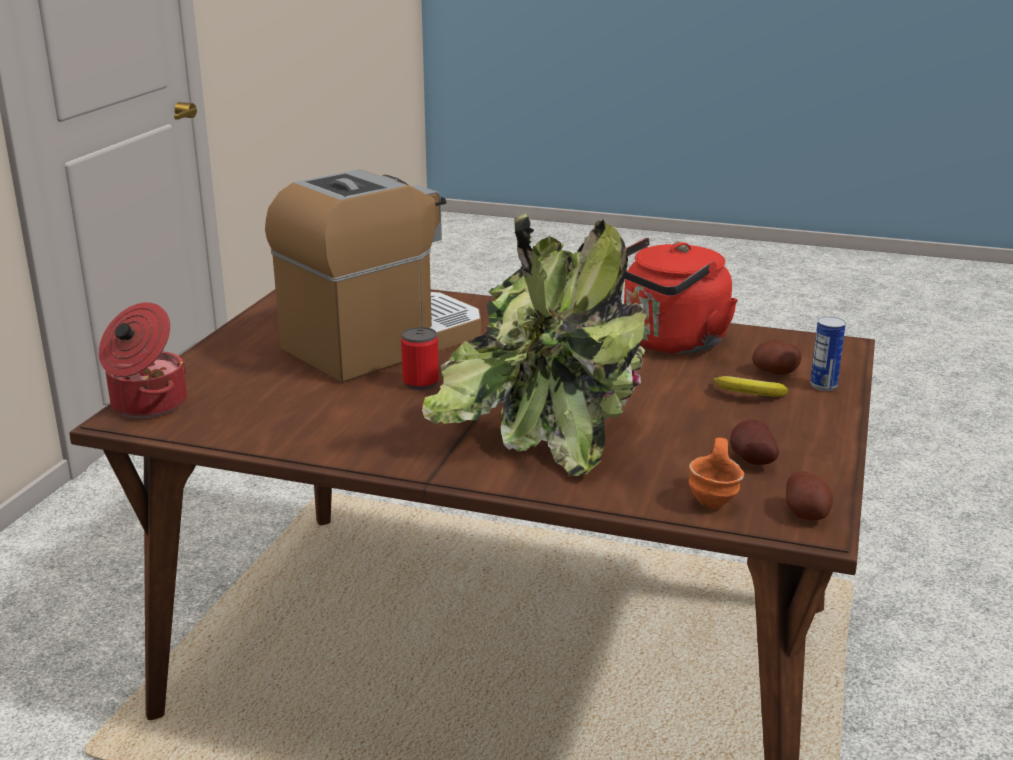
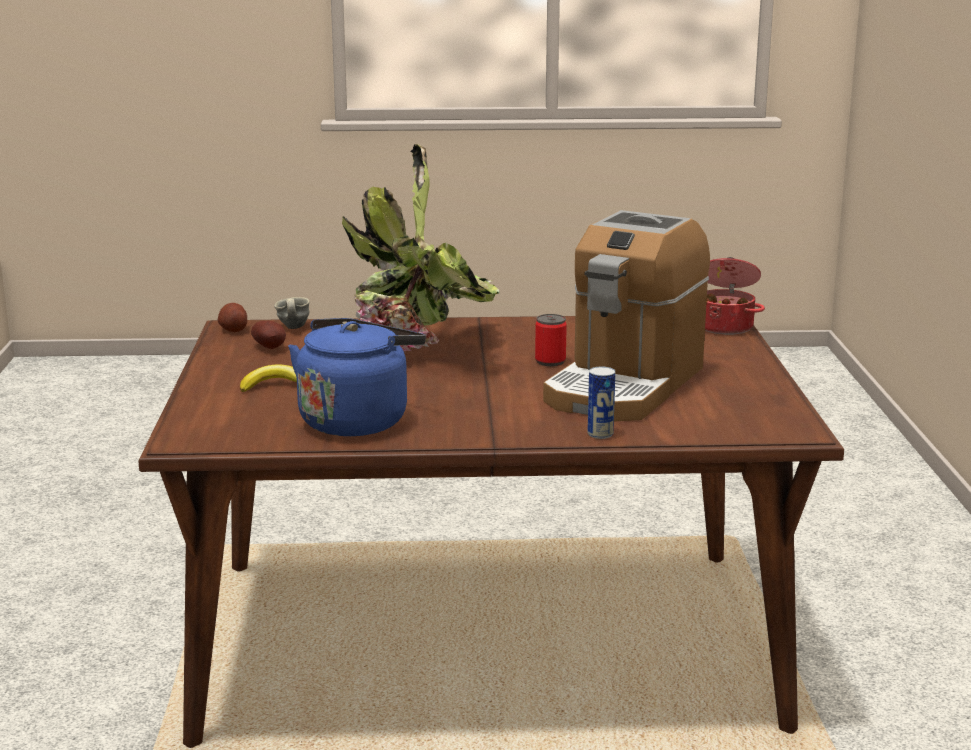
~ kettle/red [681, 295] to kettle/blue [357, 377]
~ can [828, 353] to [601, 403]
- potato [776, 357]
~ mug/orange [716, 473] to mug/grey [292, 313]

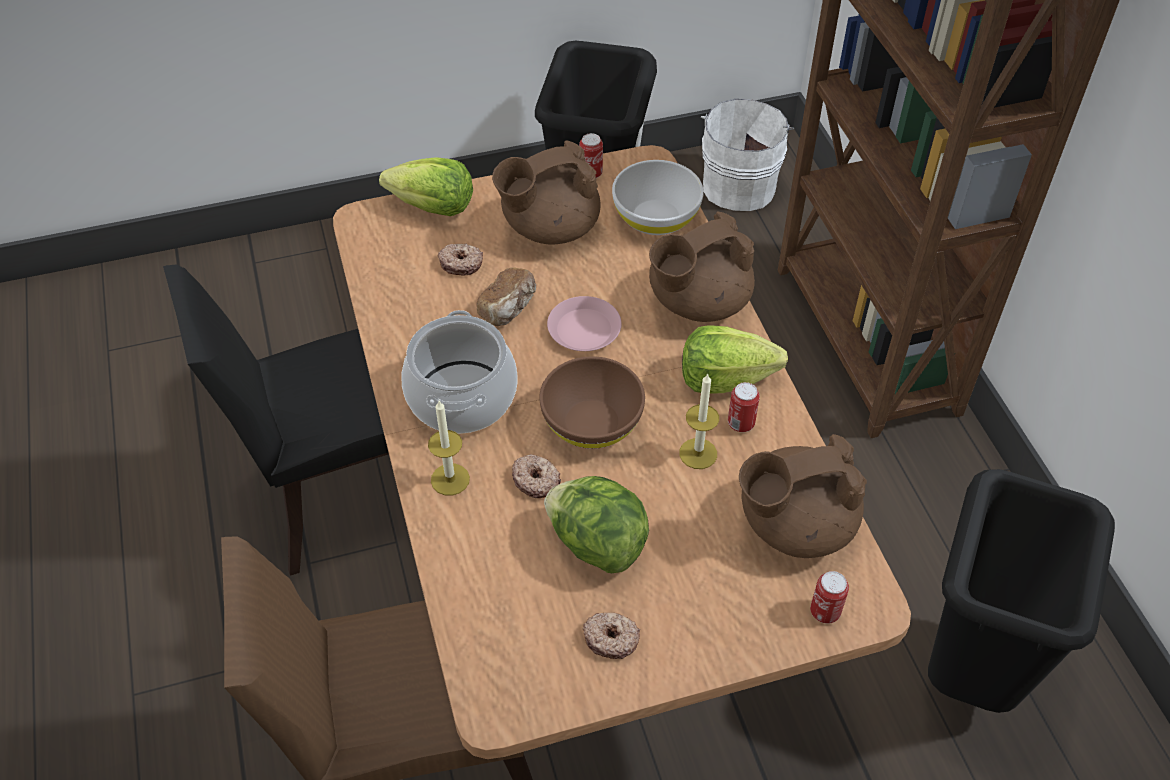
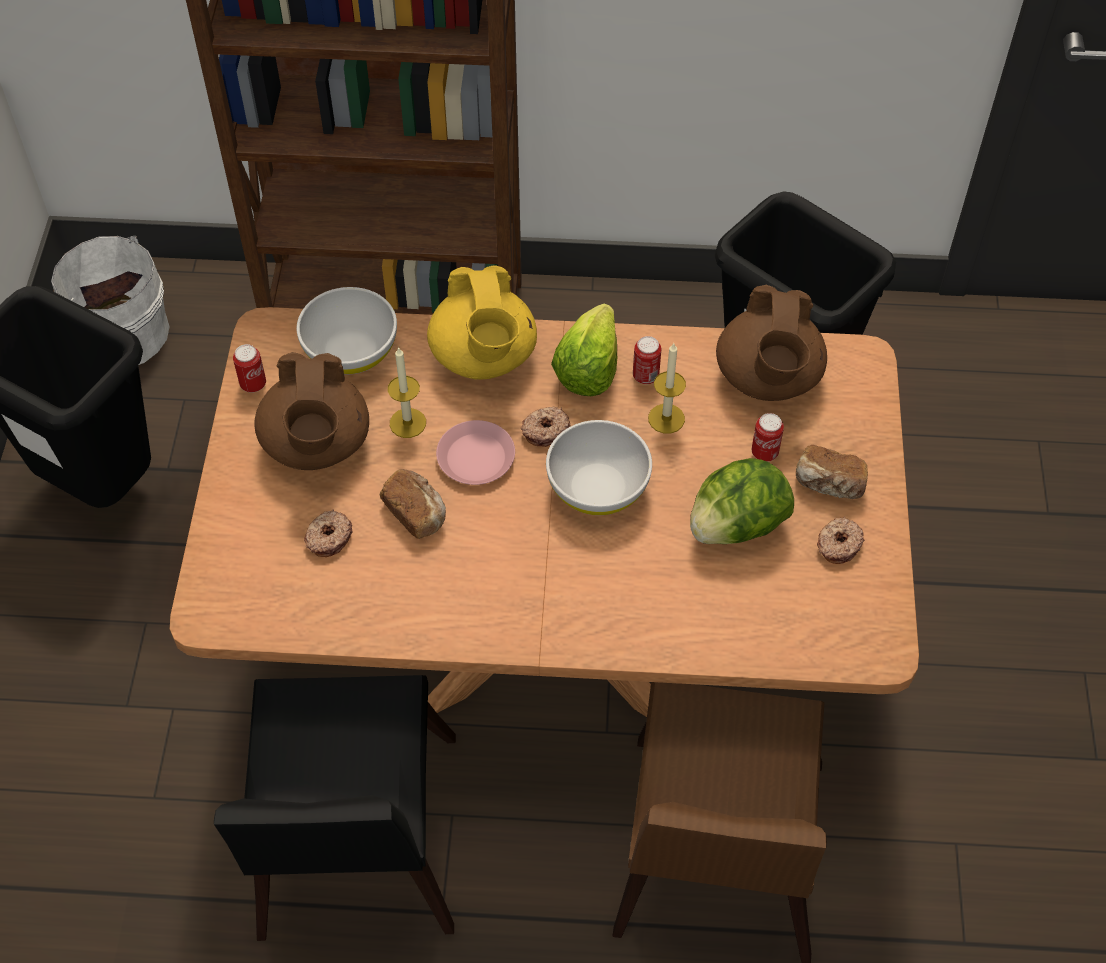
- lettuce [426, 186]
~ teapot/brown [702, 267] to teapot/yellow [482, 322]
- cooking pot [459, 372]
~ bowl/brown [592, 402] to bowl/white [599, 467]
~ candle [449, 448] to [407, 392]
~ donut [536, 476] to [545, 426]
~ can [829, 597] to [768, 437]
+ bread [832, 472]

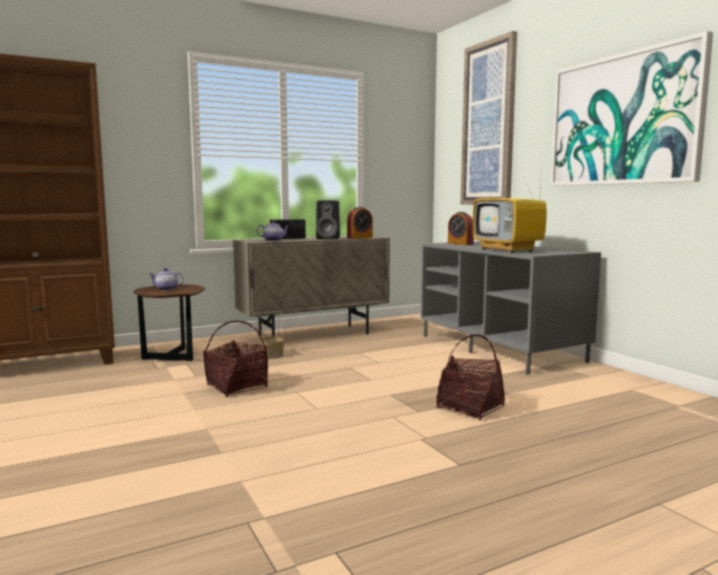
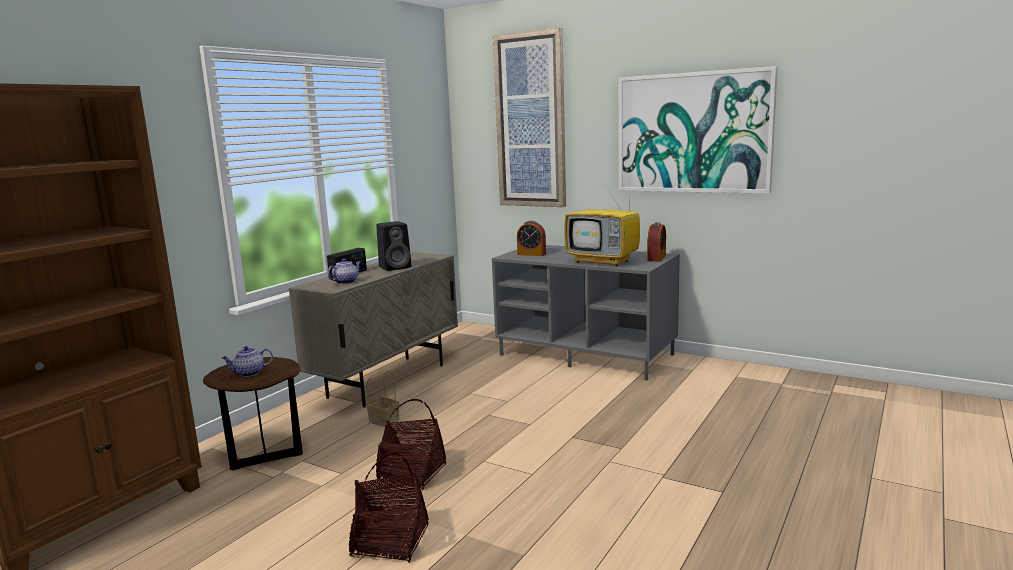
~ alarm clock [360, 223] to [656, 242]
~ basket [470, 377] to [388, 508]

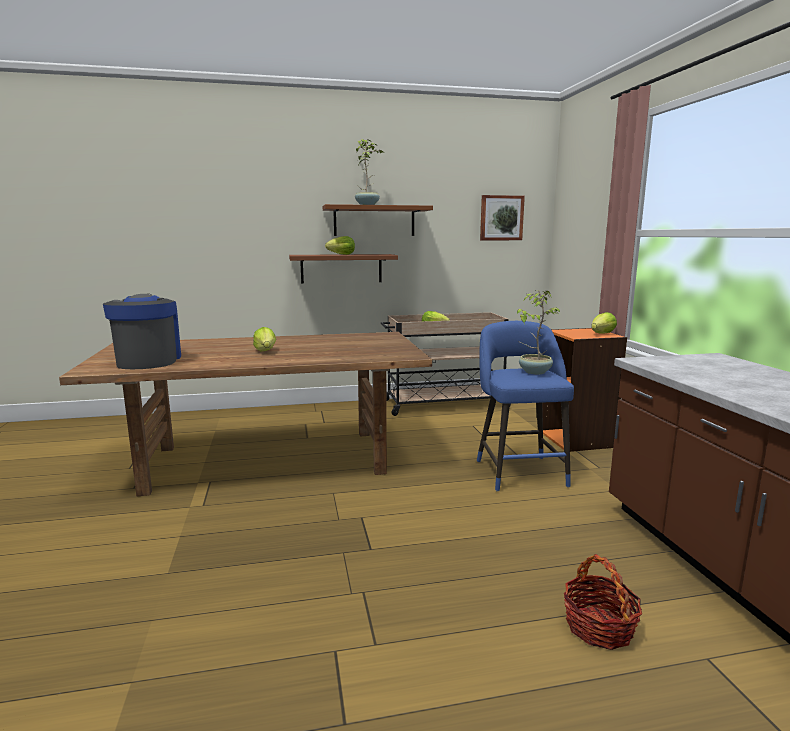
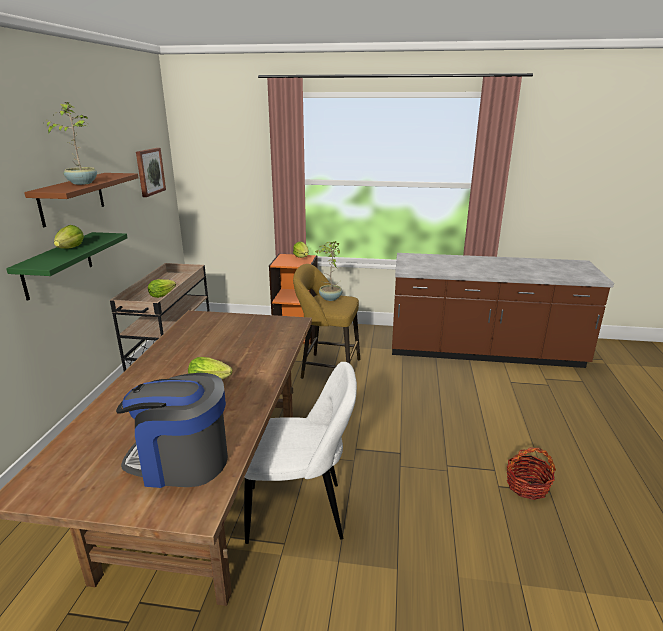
~ shelf/brown [343, 269] to shelf/green [66, 266]
~ stool/blue [525, 406] to stool/yellow [326, 321]
~ basket [603, 602] to [531, 473]
+ chair/white [300, 453]

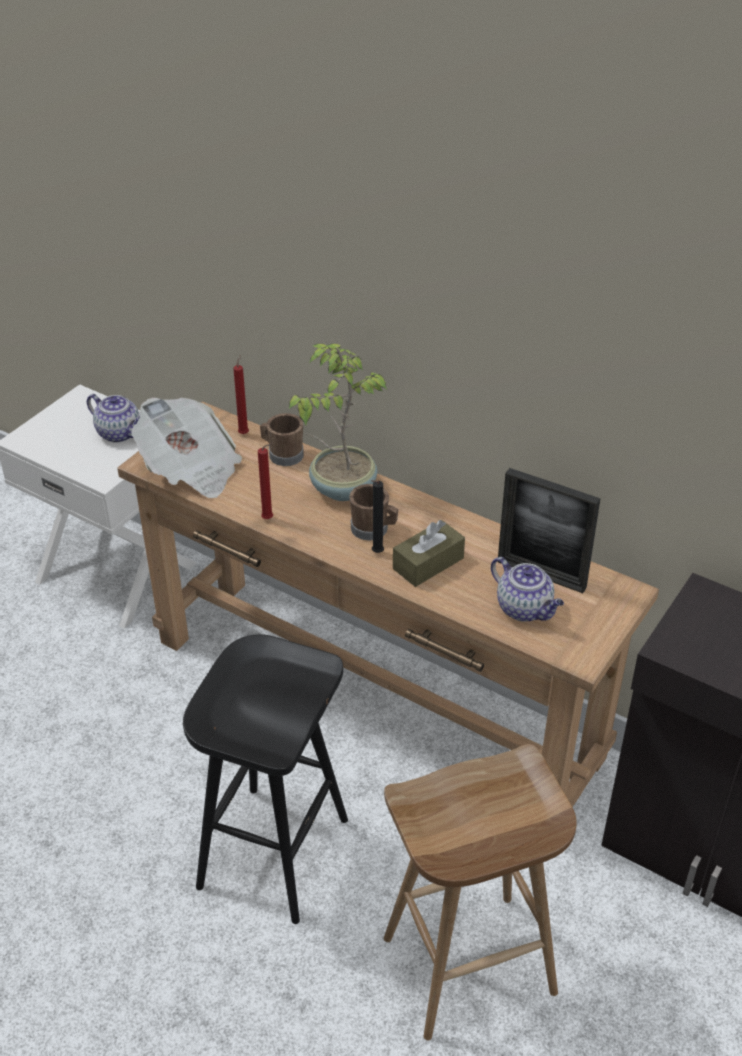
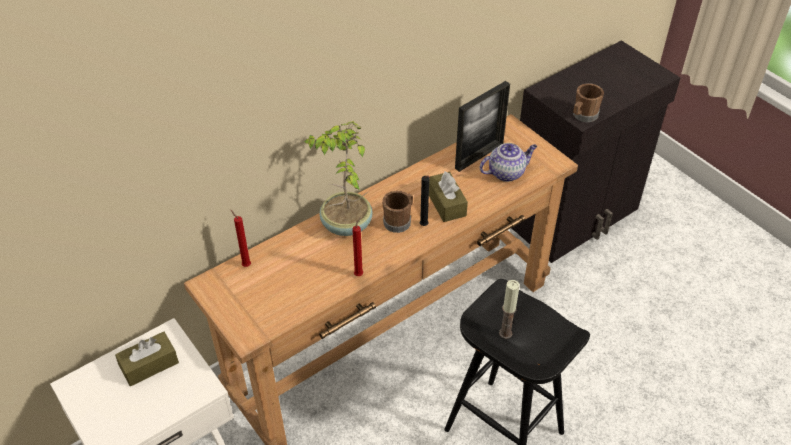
~ teapot [113, 418] to tissue box/brown [147, 359]
- newspaper [186, 447]
~ mug/brown [282, 439] to [588, 102]
- stool/brown [480, 892]
+ candle [509, 309]

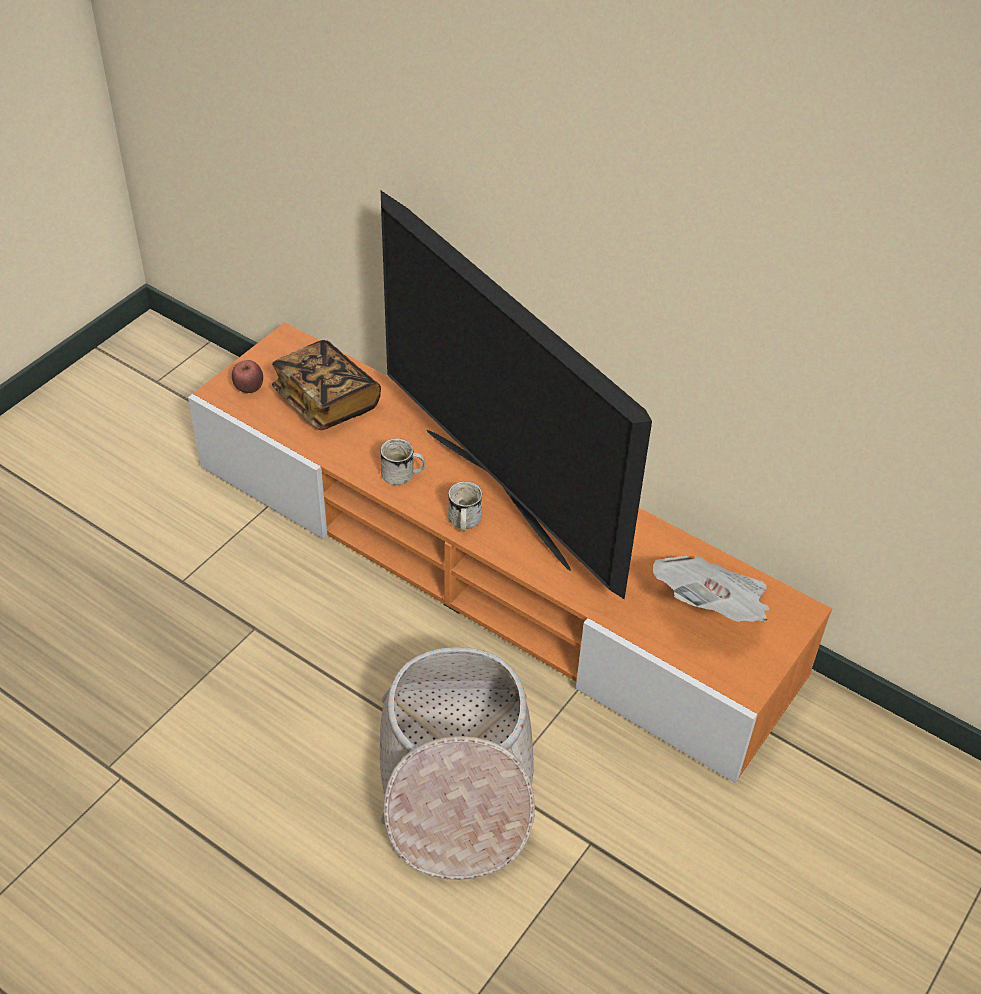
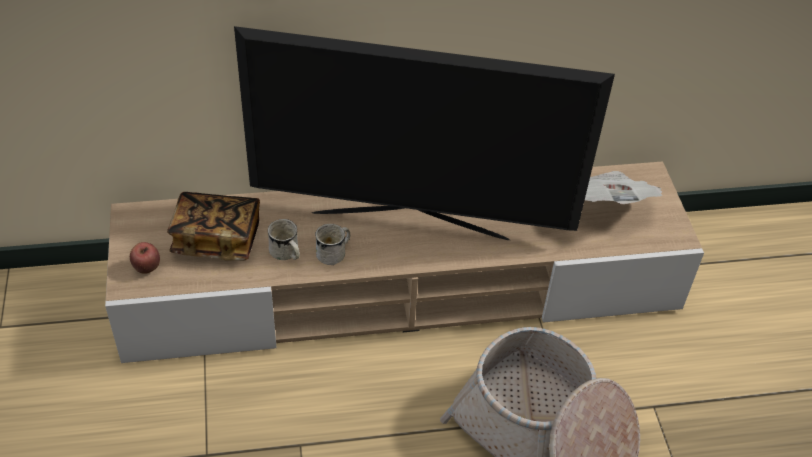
~ tv stand/orange [510, 552] to tv stand/beige [404, 262]
~ mug/white [465, 506] to [284, 239]

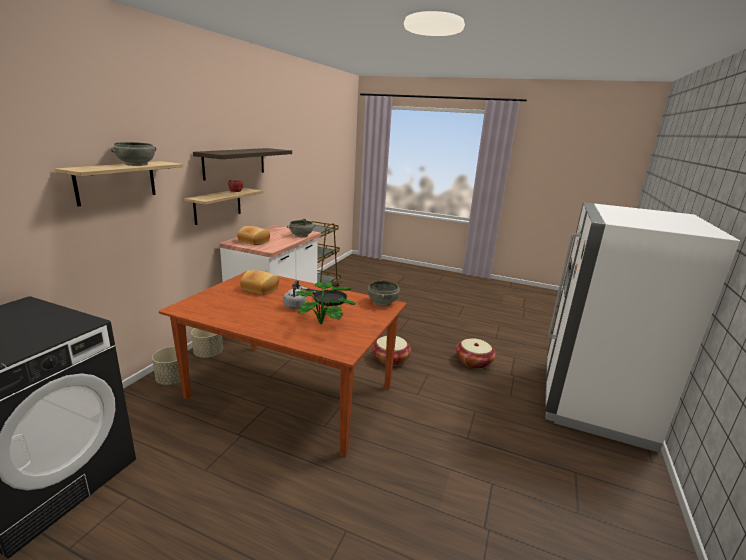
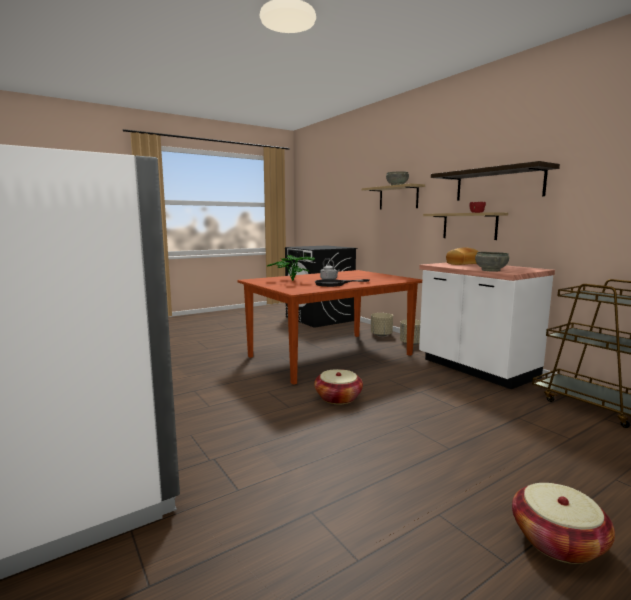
- bread [259, 282]
- bowl/grey [384, 294]
~ basket [476, 353] to [563, 523]

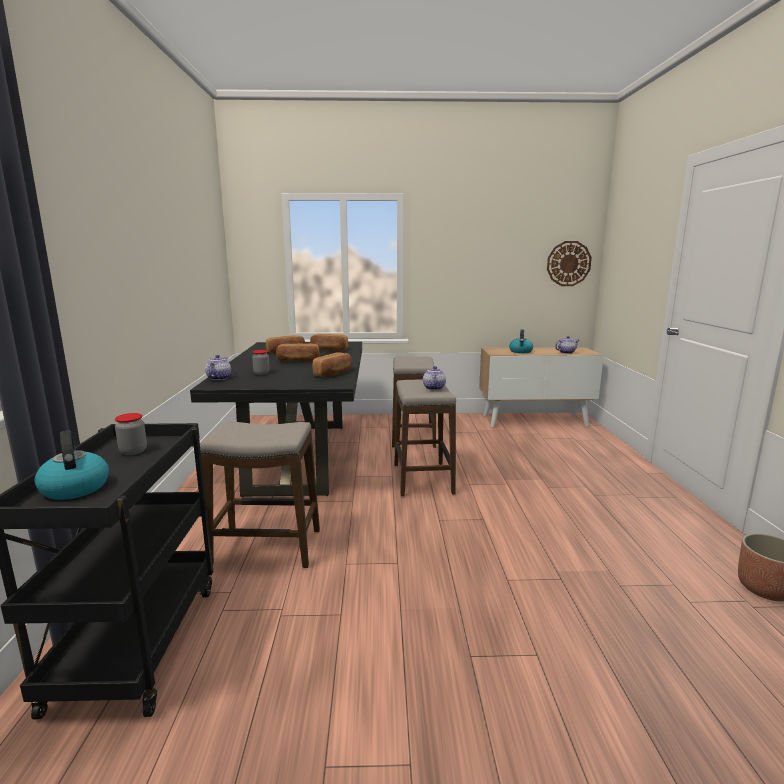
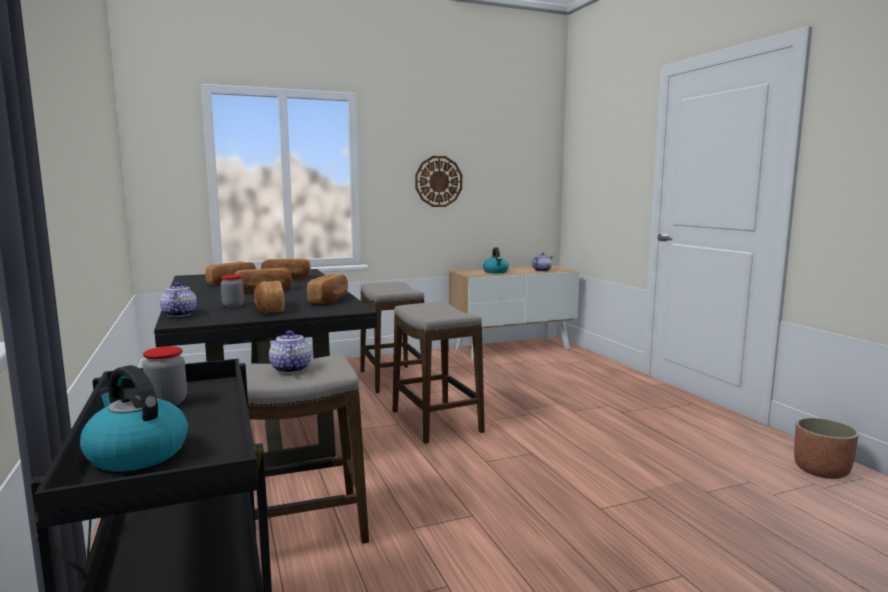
~ wall clock [569, 263] to [438, 181]
~ teapot [434, 378] to [290, 351]
+ bread [269, 297]

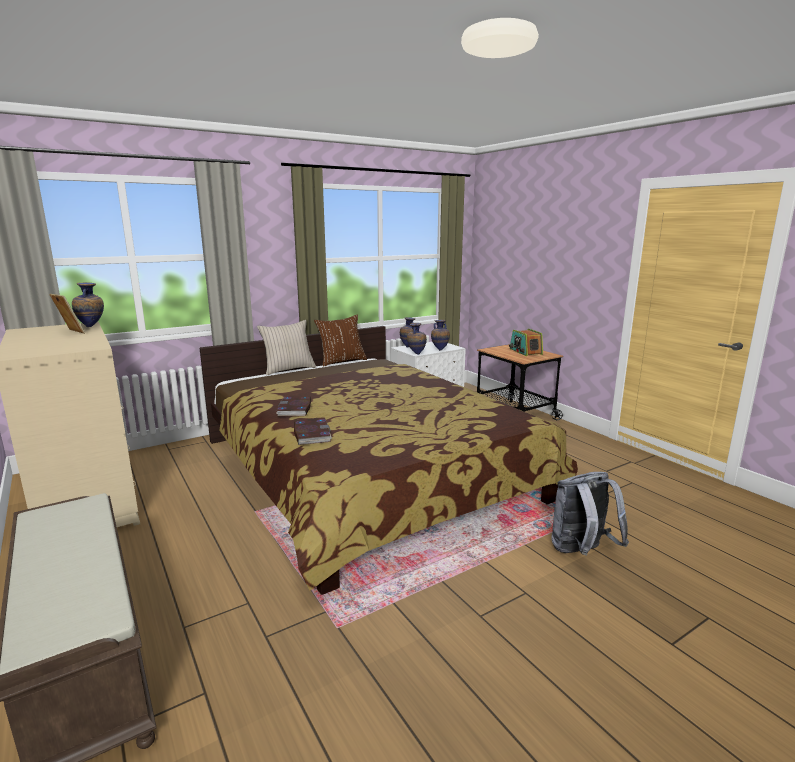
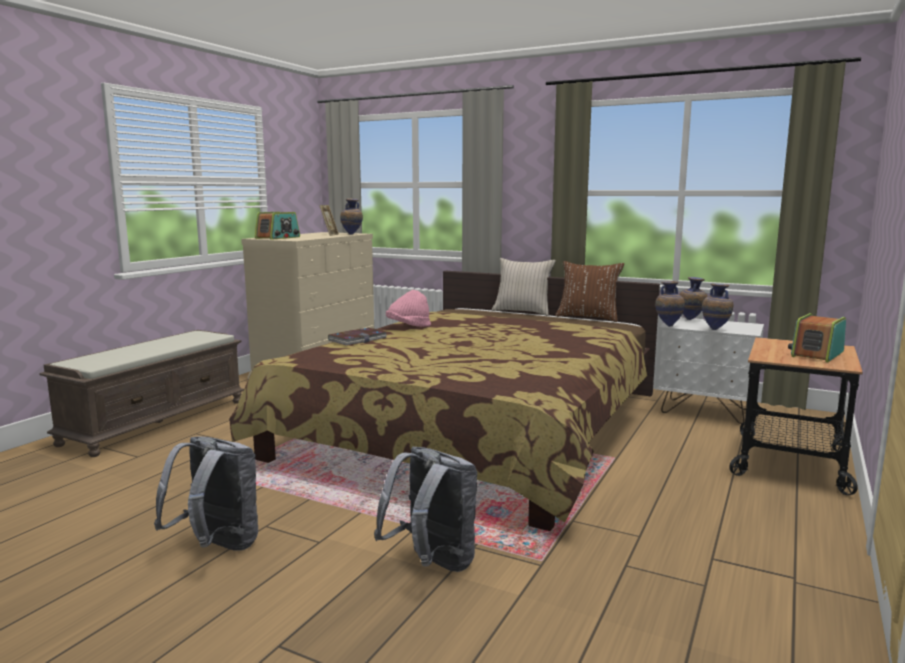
~ book [293, 406] to hat/pink [408, 308]
+ radio [277, 226]
+ backpack/grey [206, 493]

